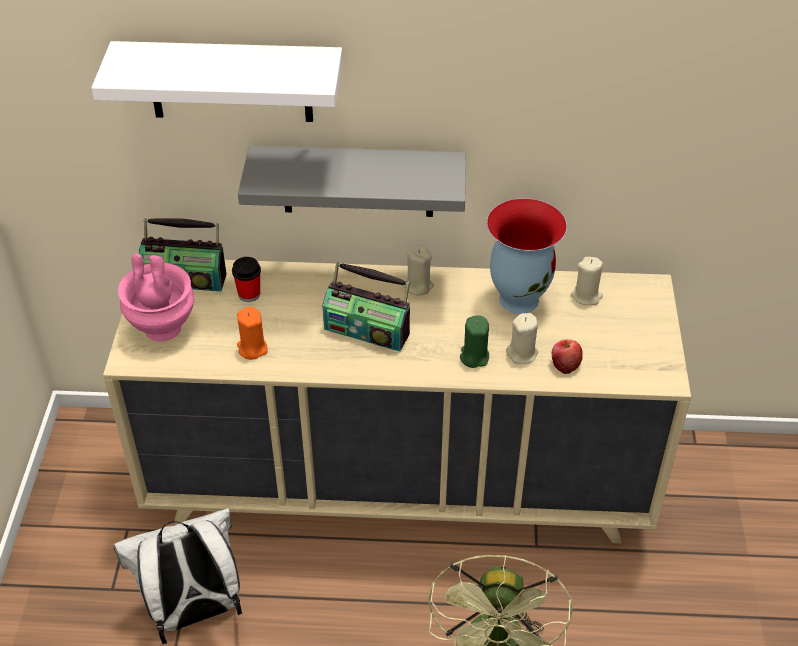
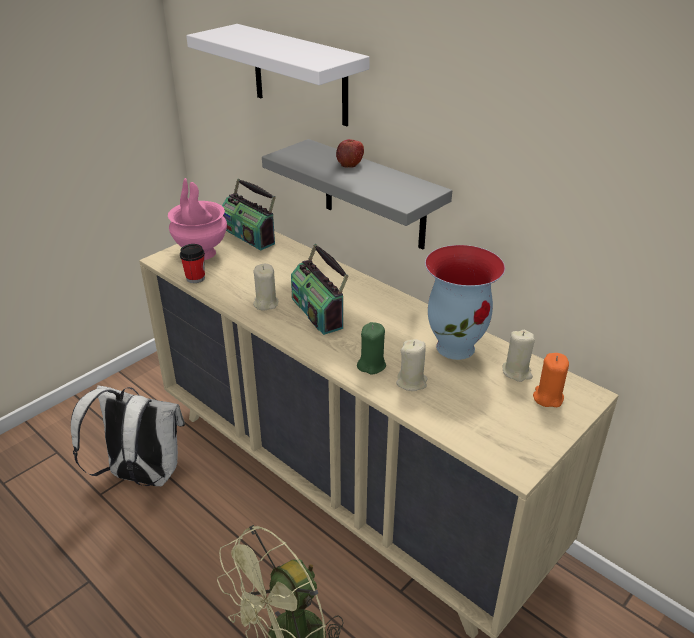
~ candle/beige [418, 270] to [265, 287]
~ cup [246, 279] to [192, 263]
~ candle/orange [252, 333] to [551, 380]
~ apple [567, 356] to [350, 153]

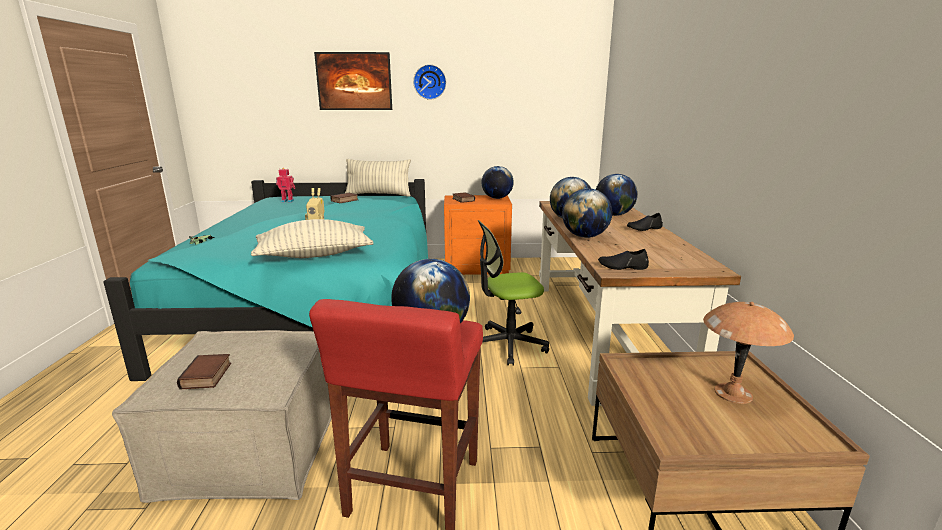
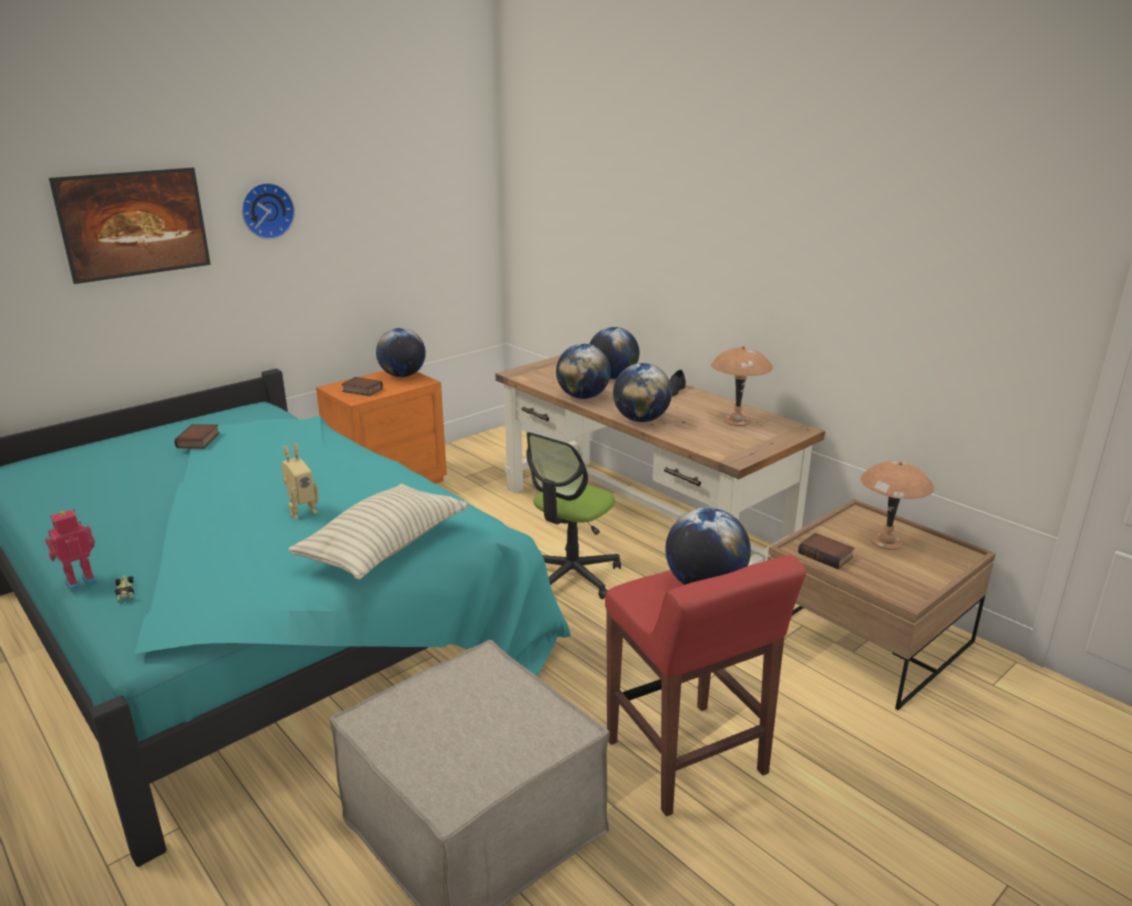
- pillow [378, 178]
~ toy robot [285, 185] to [71, 550]
- shoe/black [623, 259]
~ book [204, 371] to [826, 551]
+ table lamp/brown [742, 386]

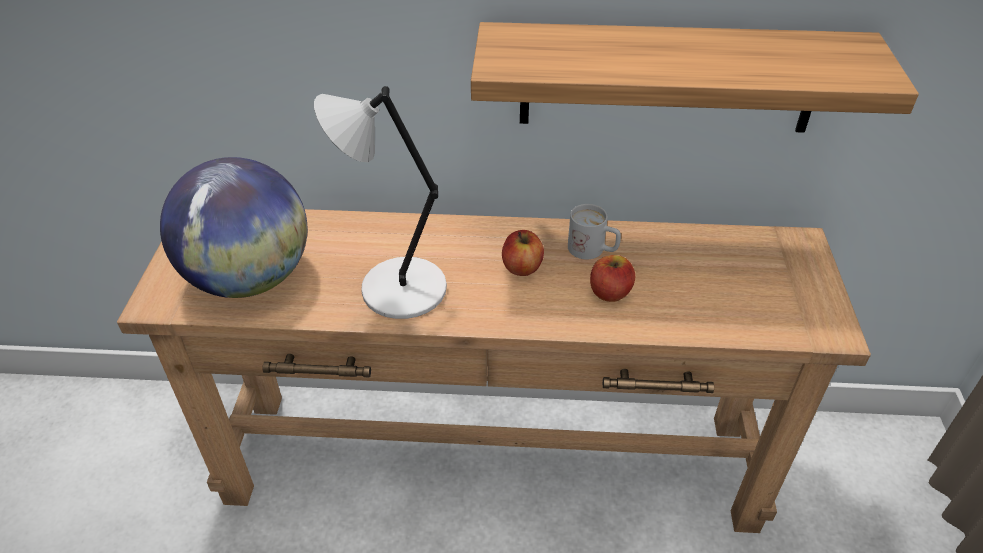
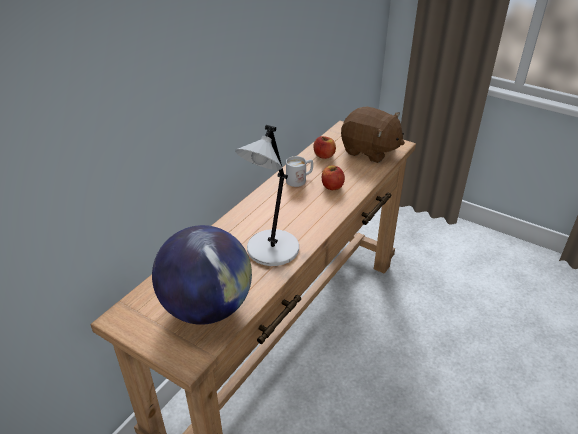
- shelf [695, 77]
~ apple [523, 253] to [324, 147]
+ plush toy/brown [373, 135]

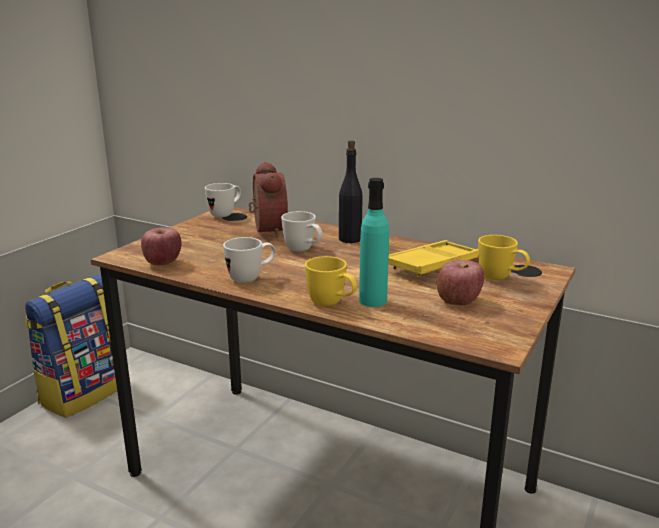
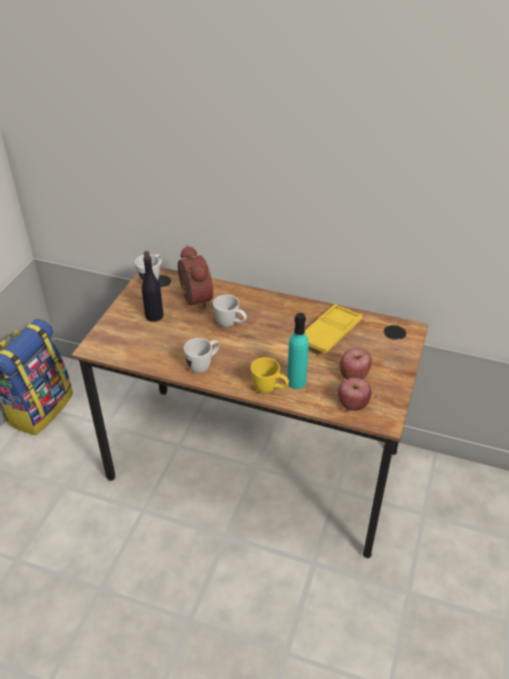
~ bottle/black [351, 191] to [152, 286]
~ apple [161, 246] to [354, 394]
- mug/yellow [504, 257]

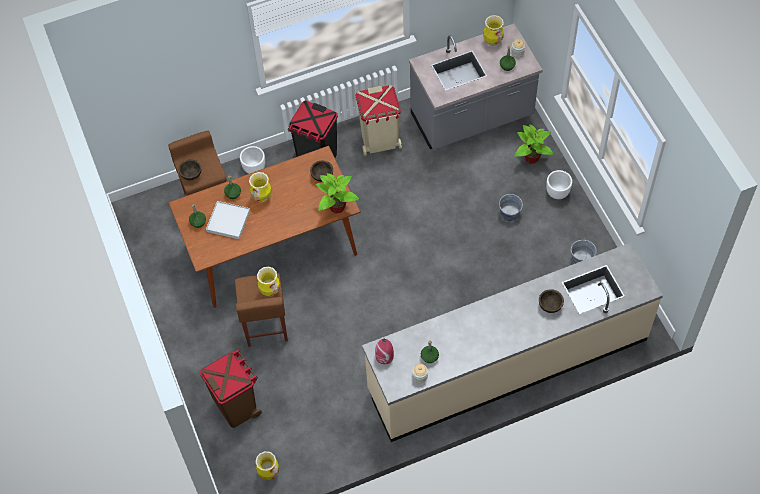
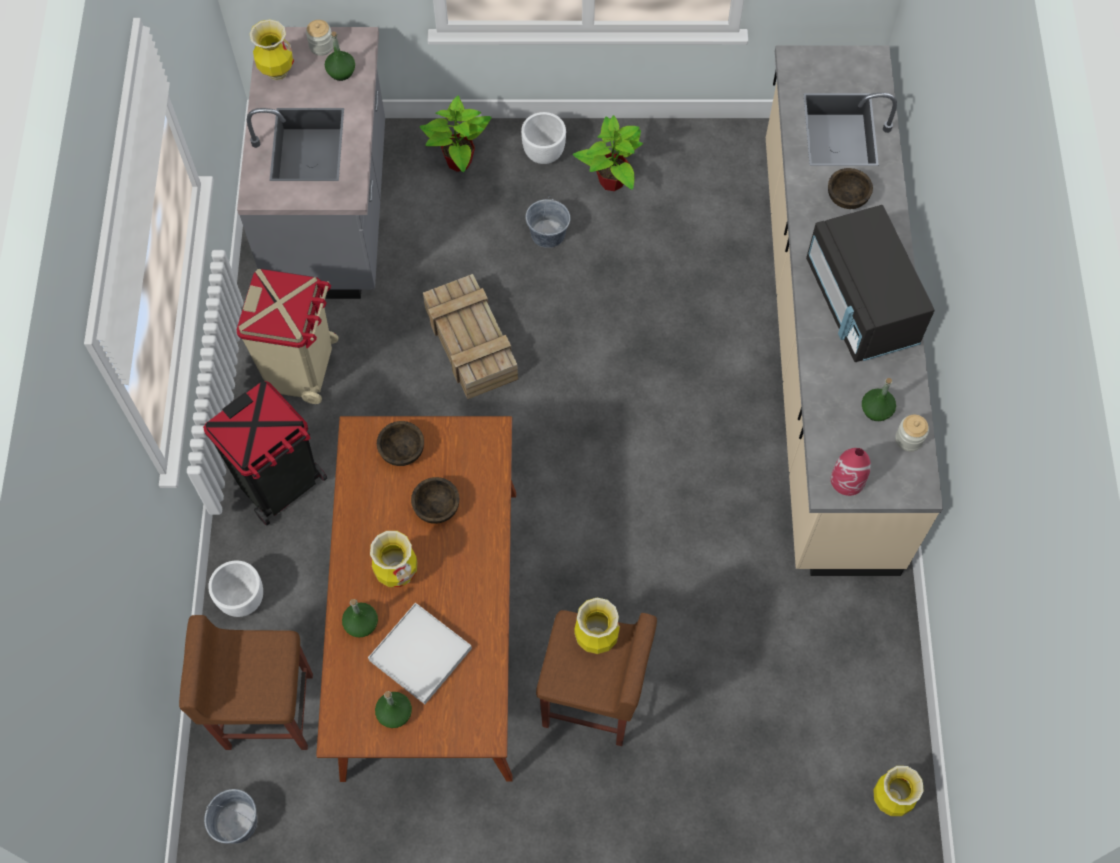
~ bowl/brown [189, 169] to [435, 500]
~ potted plant [337, 193] to [608, 153]
~ bucket/grey [584, 251] to [230, 816]
- trash can/brown [231, 389]
+ microwave/black [870, 283]
+ crate [470, 336]

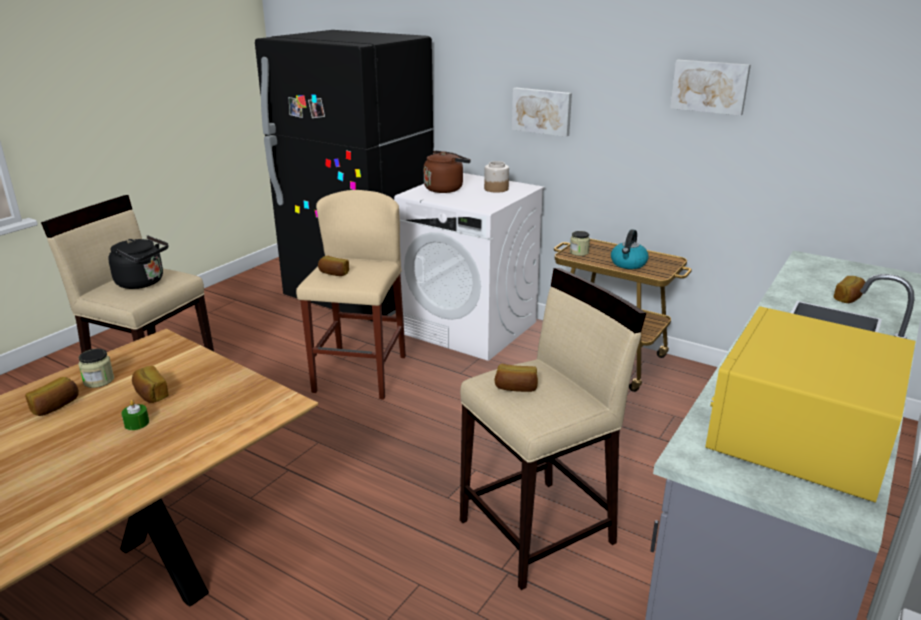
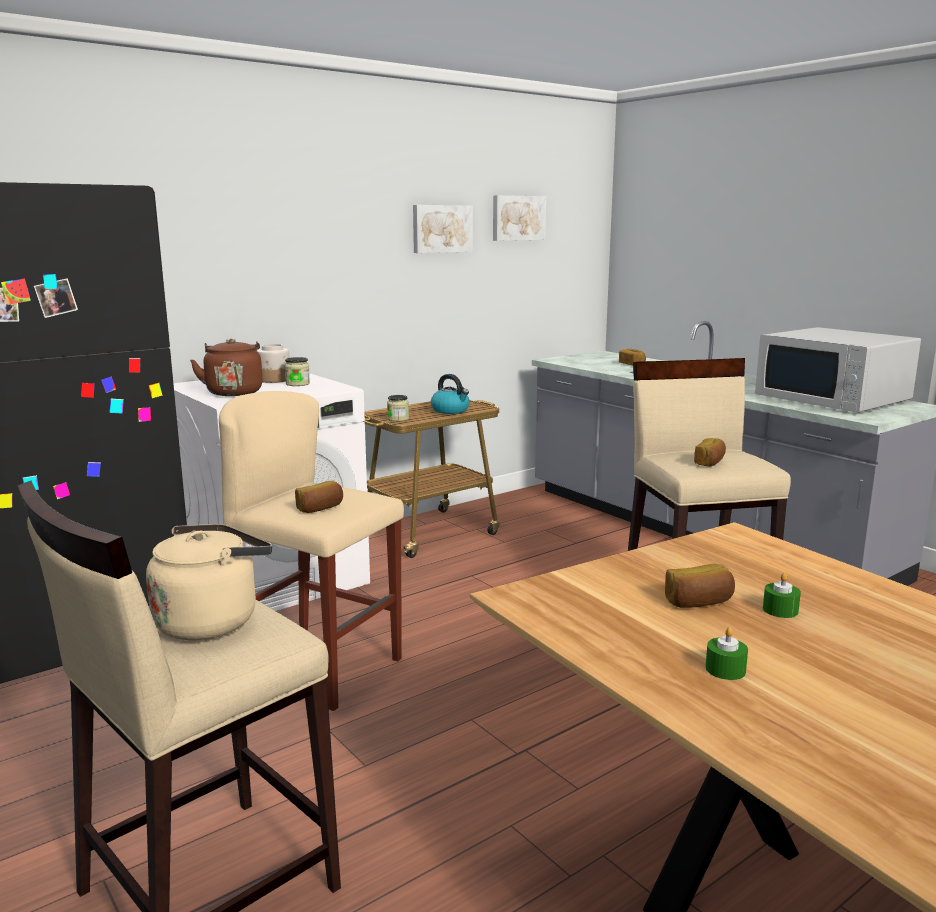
~ picture [542, 112] to [519, 218]
~ kettle/black [138, 262] to kettle/beige [209, 582]
~ microwave/yellow [810, 404] to microwave/white [838, 370]
~ jar [96, 368] to [297, 371]
~ bread [52, 396] to candle/green [726, 653]

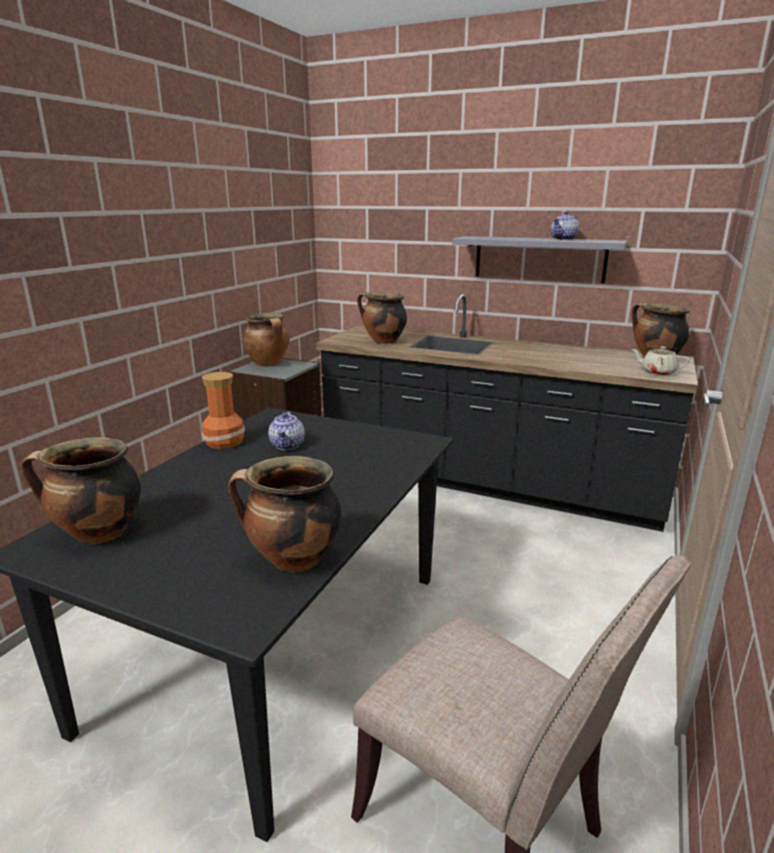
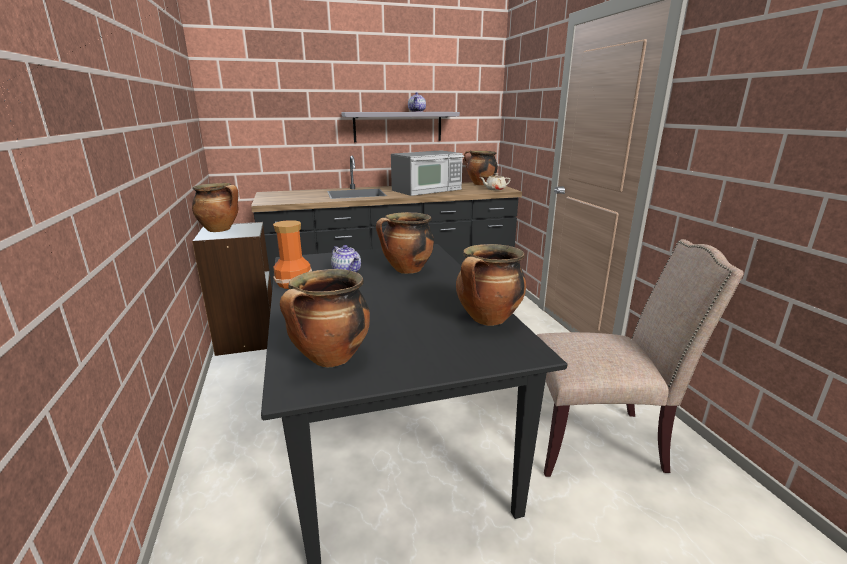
~ cooking pot [382, 318] to [405, 243]
+ microwave [427, 173]

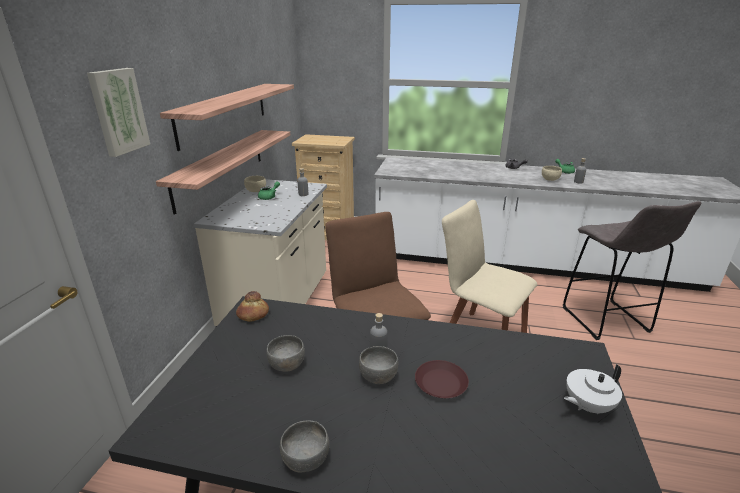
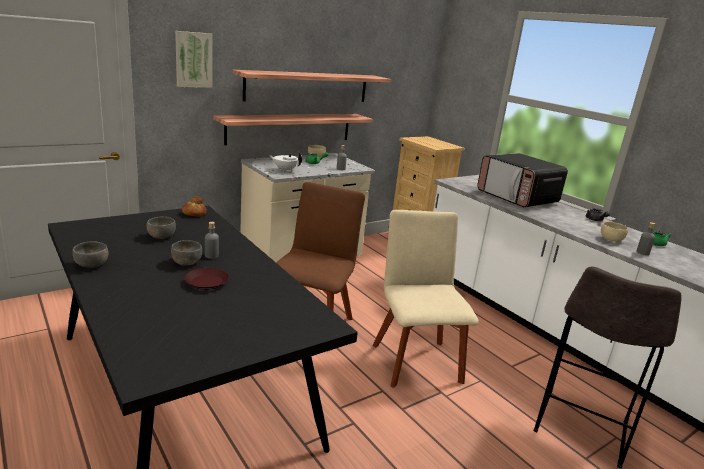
~ teapot/white [593, 389] to [285, 162]
+ microwave [522, 180]

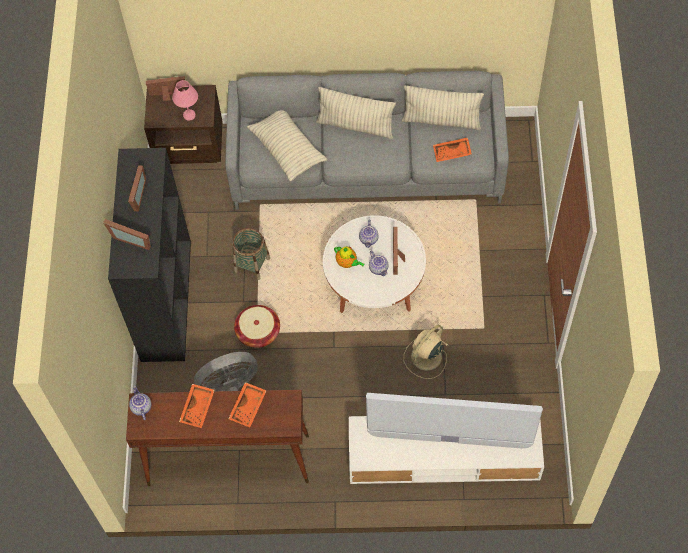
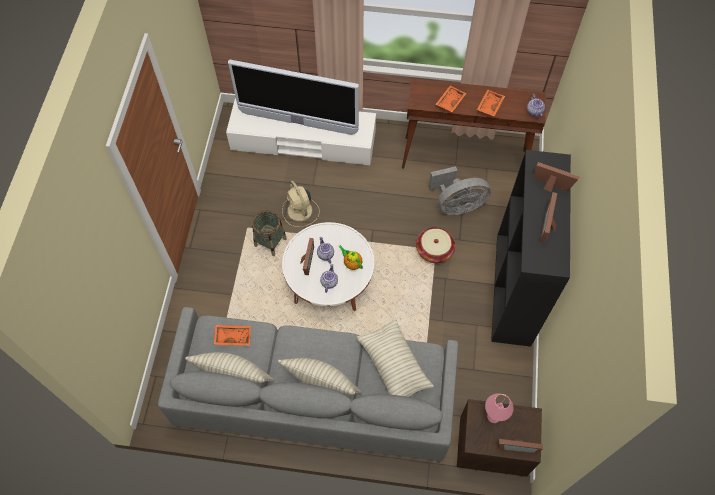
~ basket [251, 254] to [269, 233]
~ fan/beige [426, 352] = [301, 203] 105 degrees clockwise

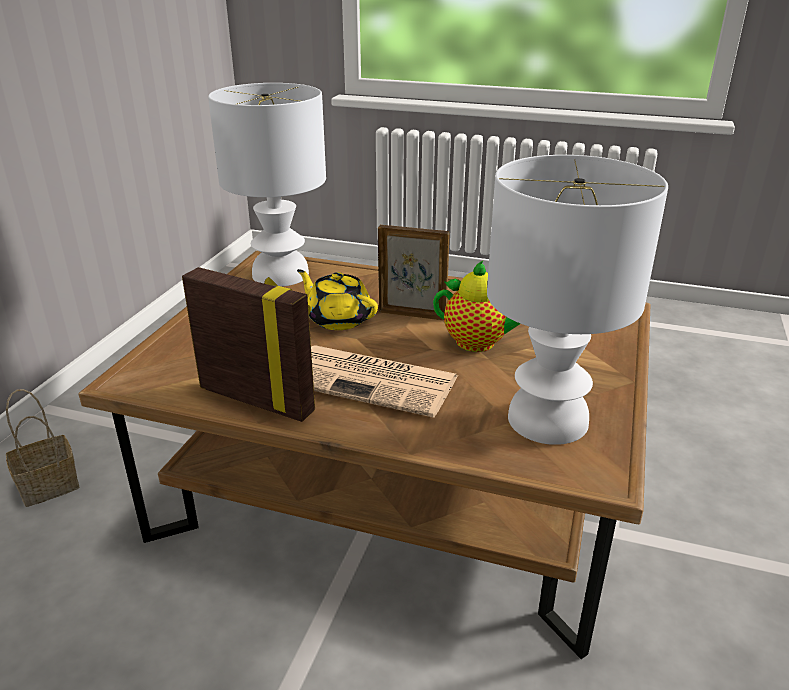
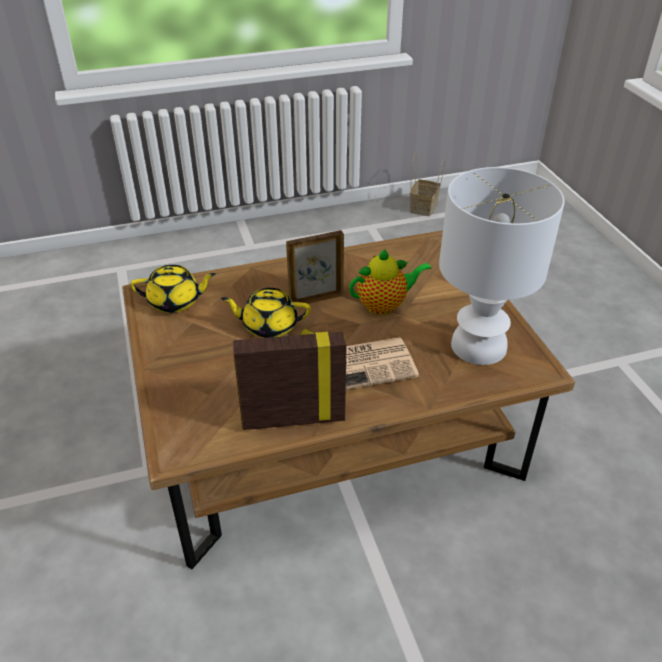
~ table lamp/white [267, 185] to teapot/yellow [173, 289]
~ basket [43, 448] to [427, 184]

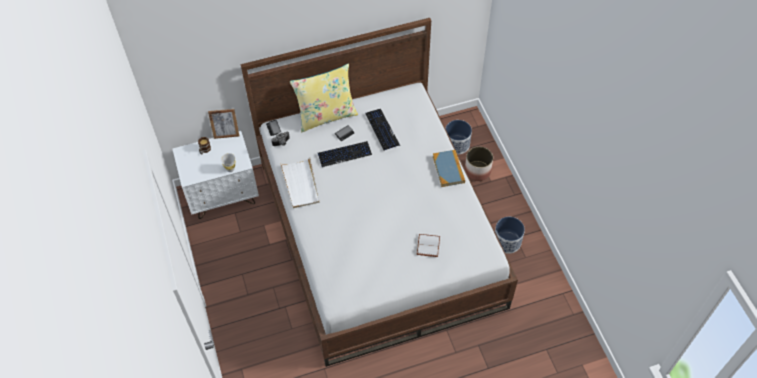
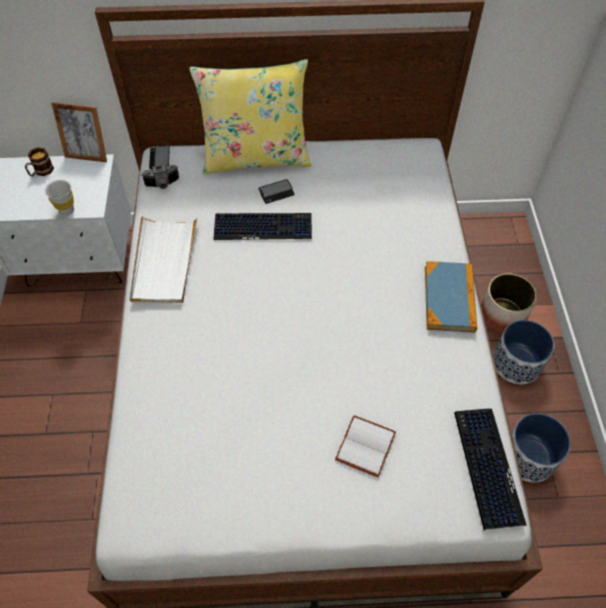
~ keyboard [382, 129] to [490, 470]
~ planter [458, 137] to [524, 352]

